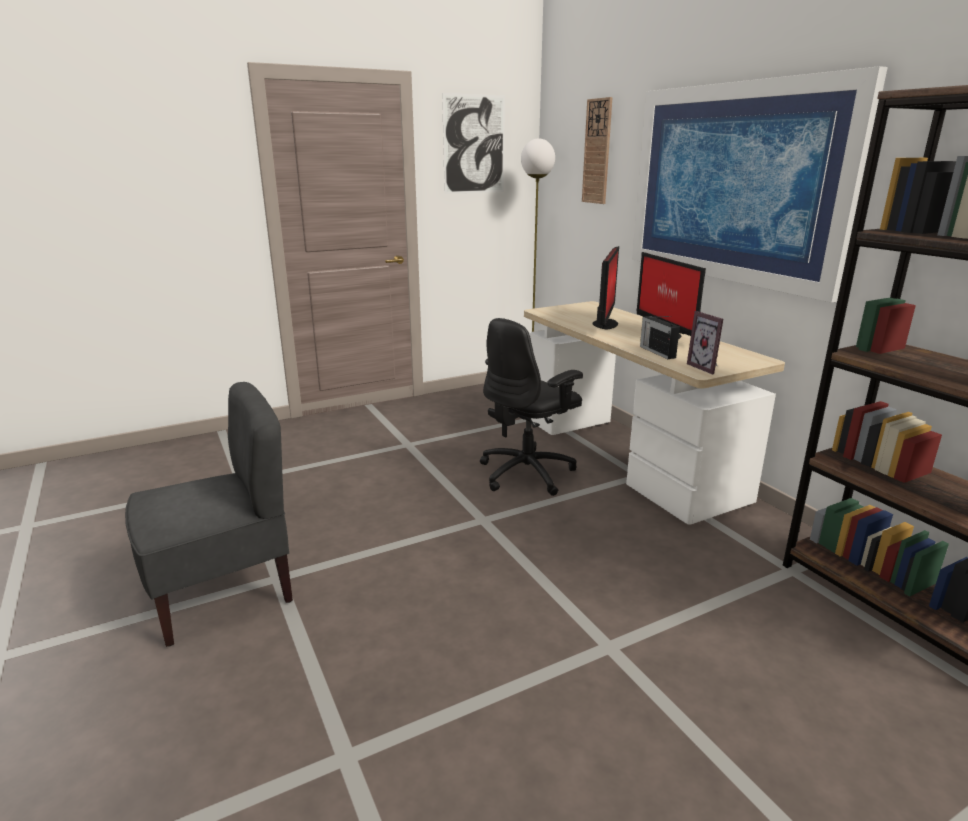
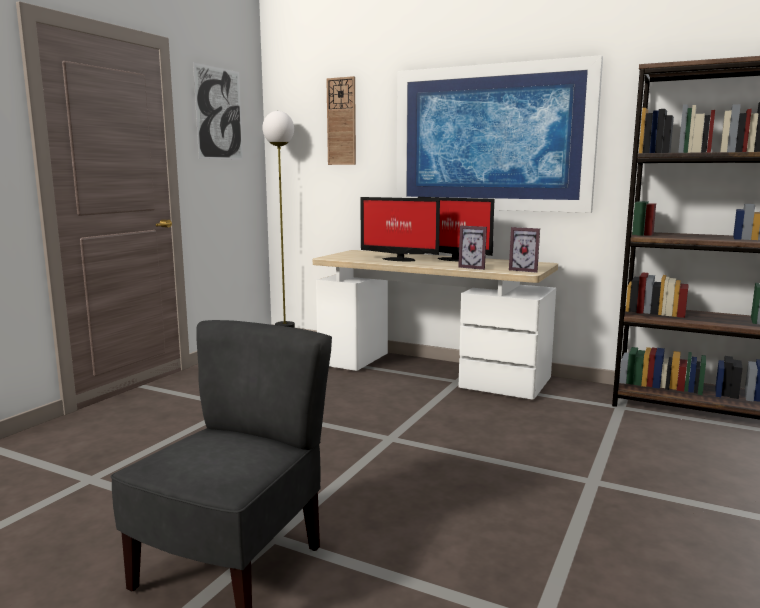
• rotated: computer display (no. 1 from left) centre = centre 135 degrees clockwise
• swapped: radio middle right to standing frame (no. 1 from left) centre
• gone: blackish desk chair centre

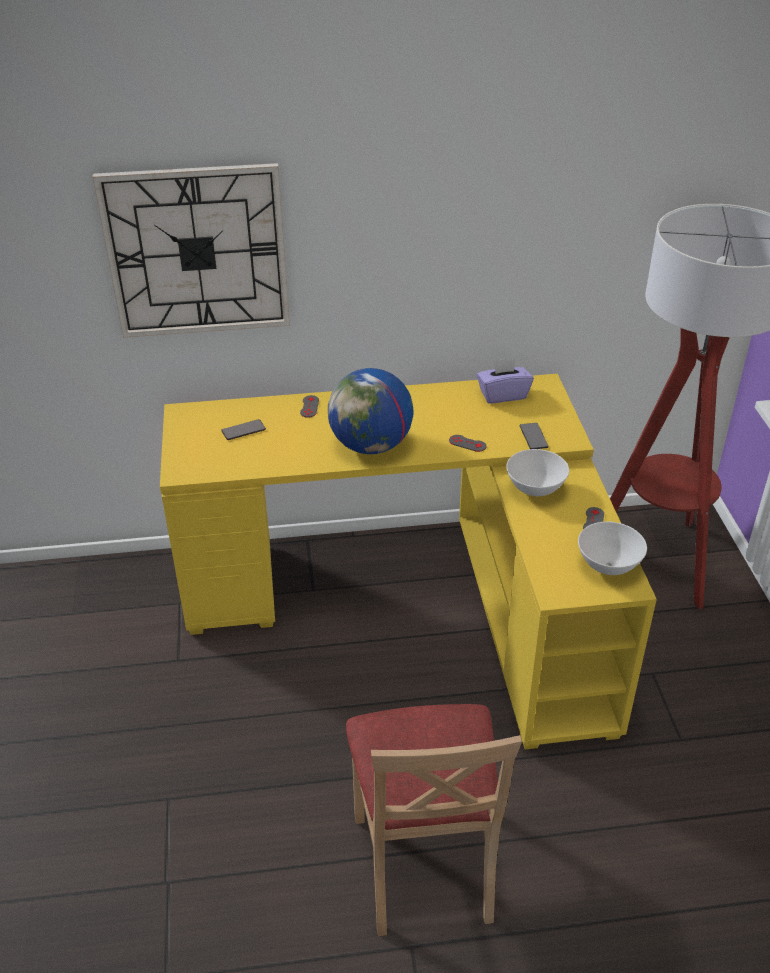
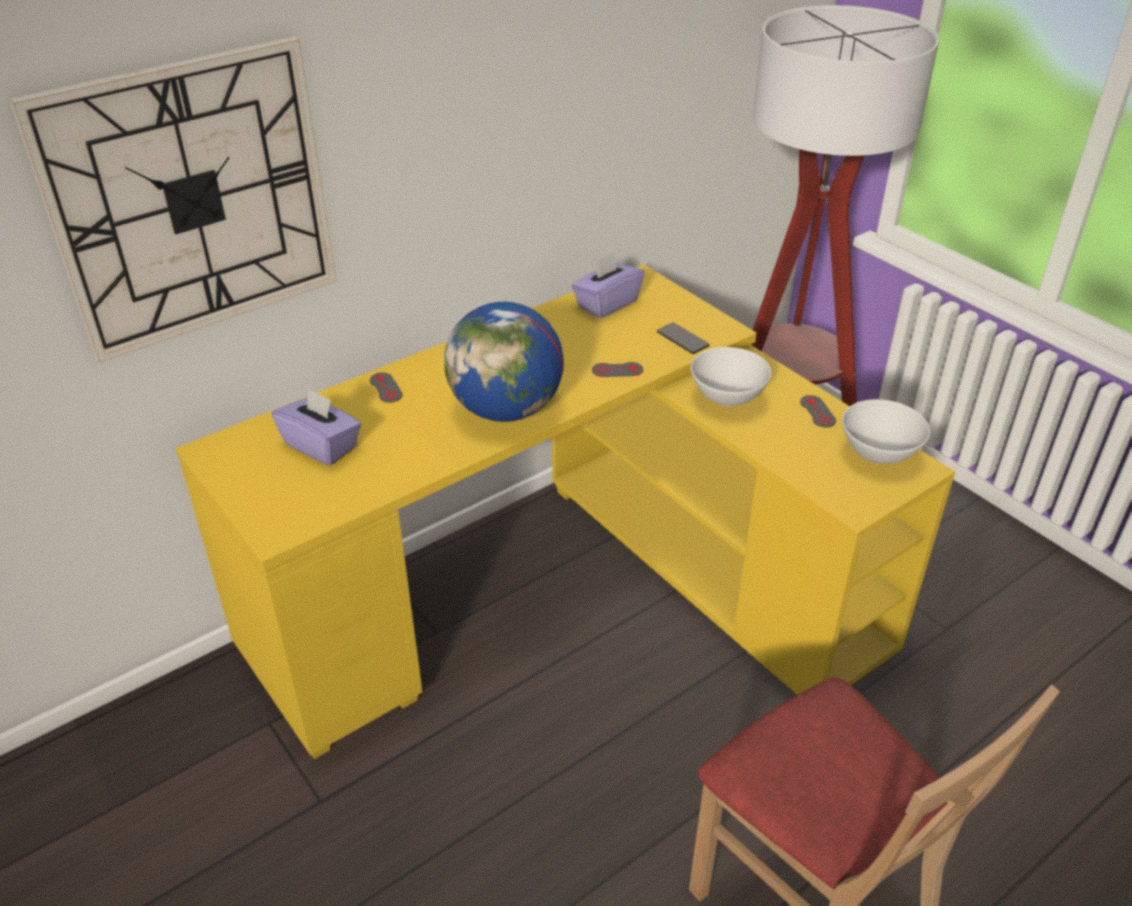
• swapped: handset (no. 1 from left) middle left to purple tissue holder (no. 1 from left) middle left

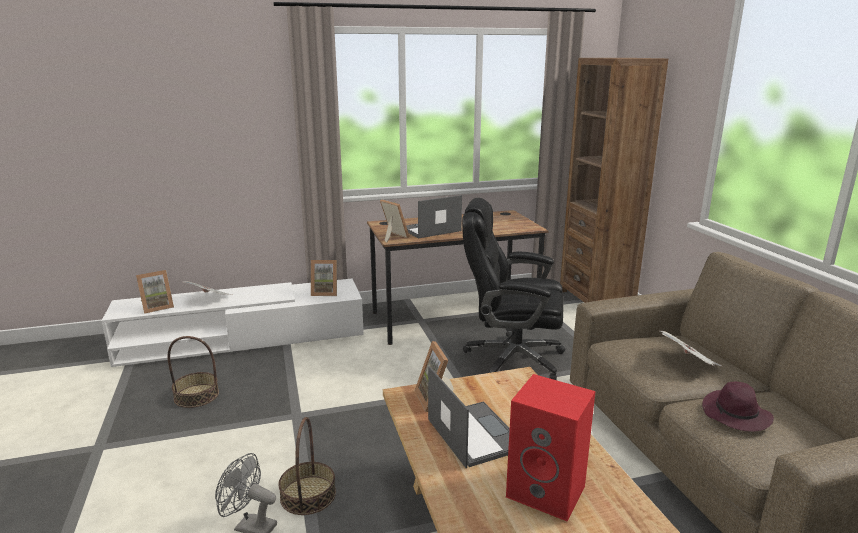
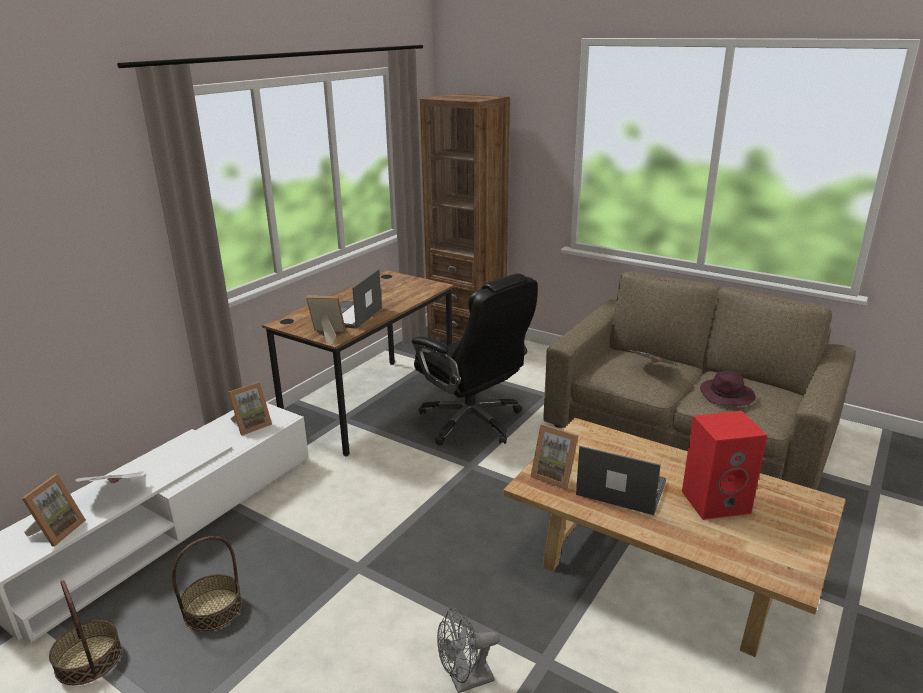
• shifted: storage basket (no. 2 from left in the first image) bottom centre to storage basket (no. 1 from left) bottom left
• rotated: blackish desk chair centre = centre 105 degrees counterclockwise

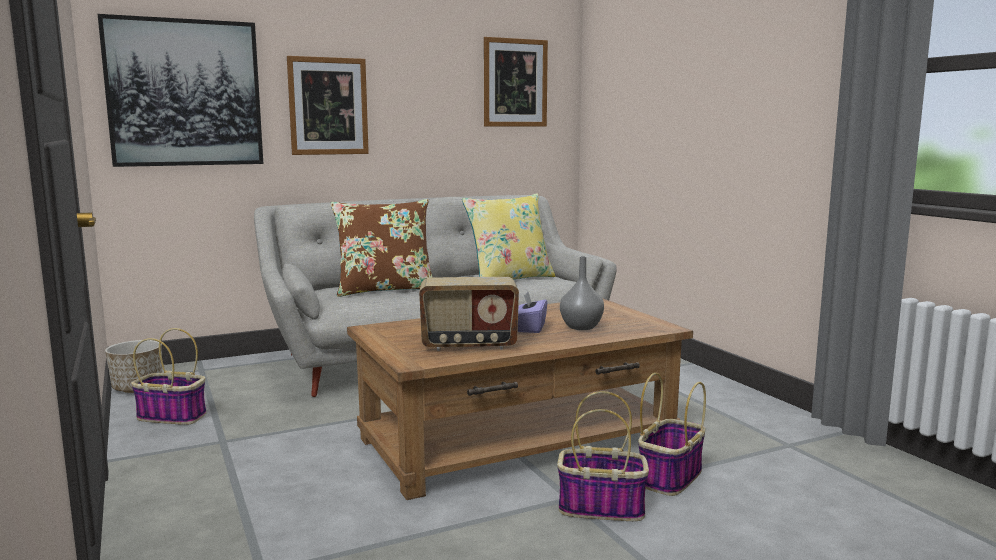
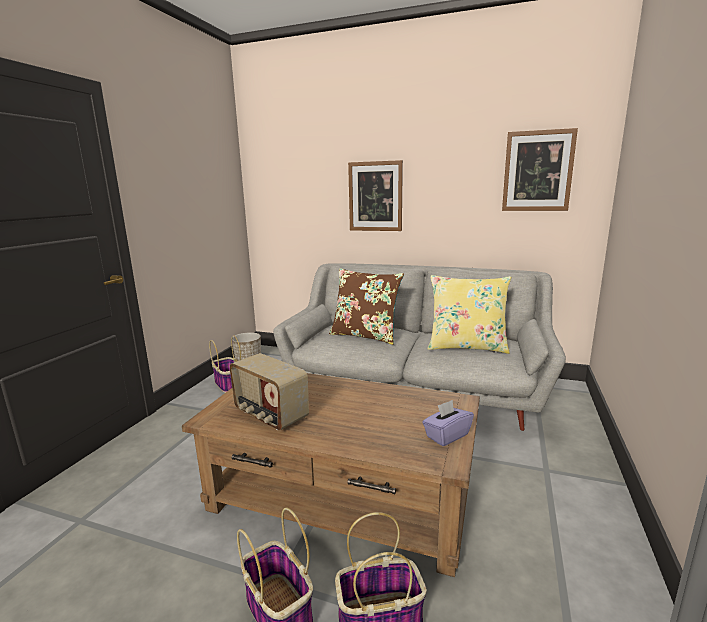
• shifted: purple tissue holder centre to bottom centre
• gone: picture (no. 1 from left) top left
• gone: greyish decorative vase centre

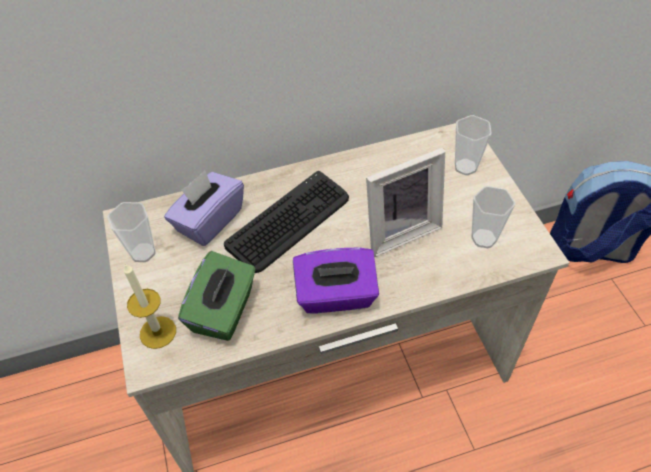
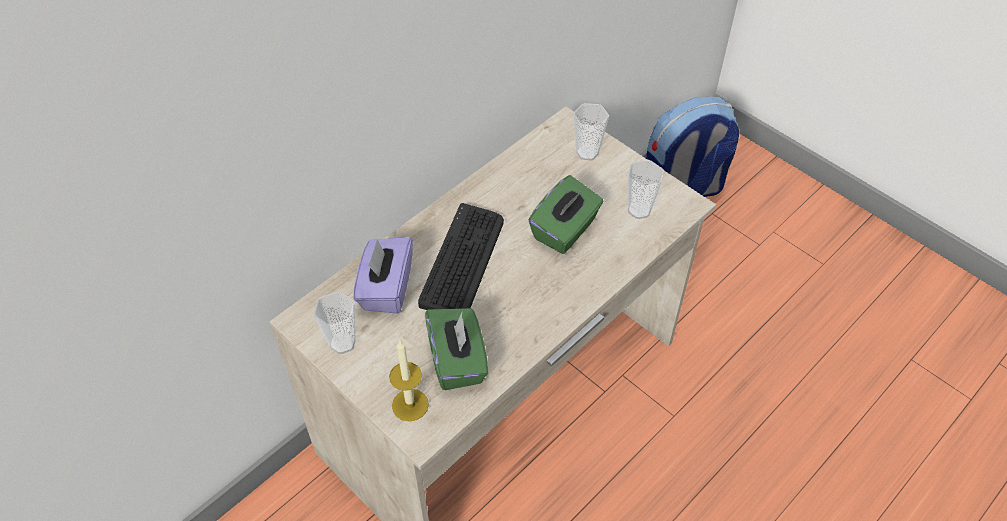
• swapped: standing frame centre to green-coloured tissue holder (no. 2 from left) centre
• gone: purple tissue holder (no. 2 from left) centre

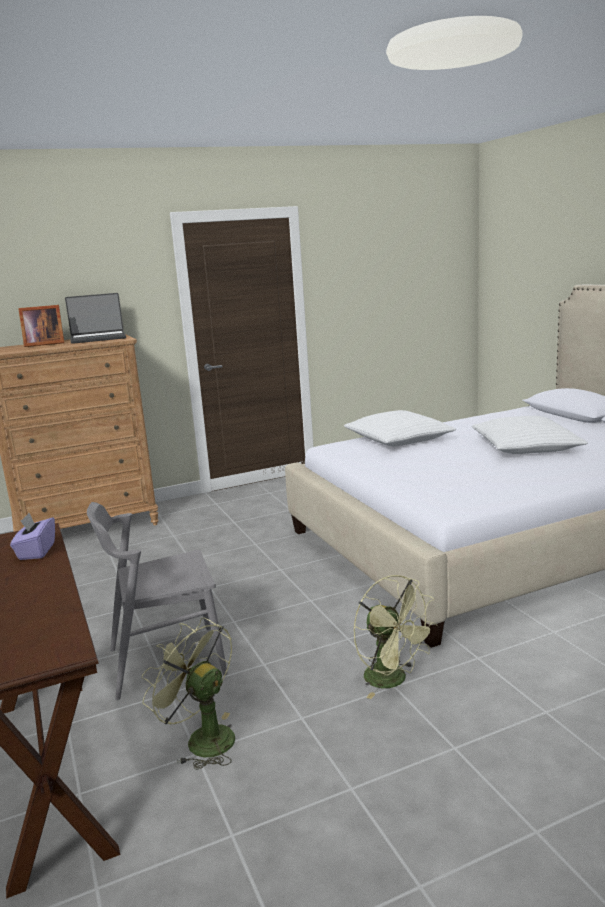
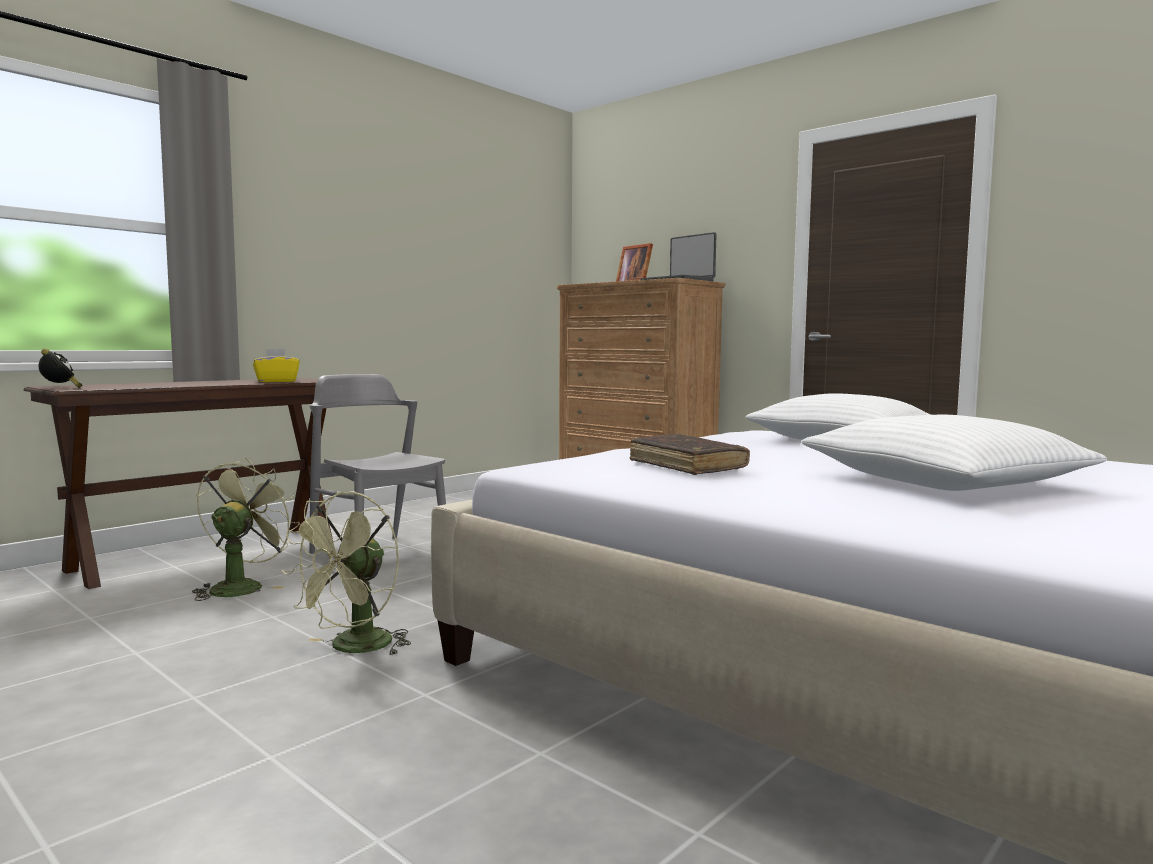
• new: table clock middle left
• repainted: purple tissue holder middle left to yellow-coloured tissue holder middle left
• new: brownish bound book centre

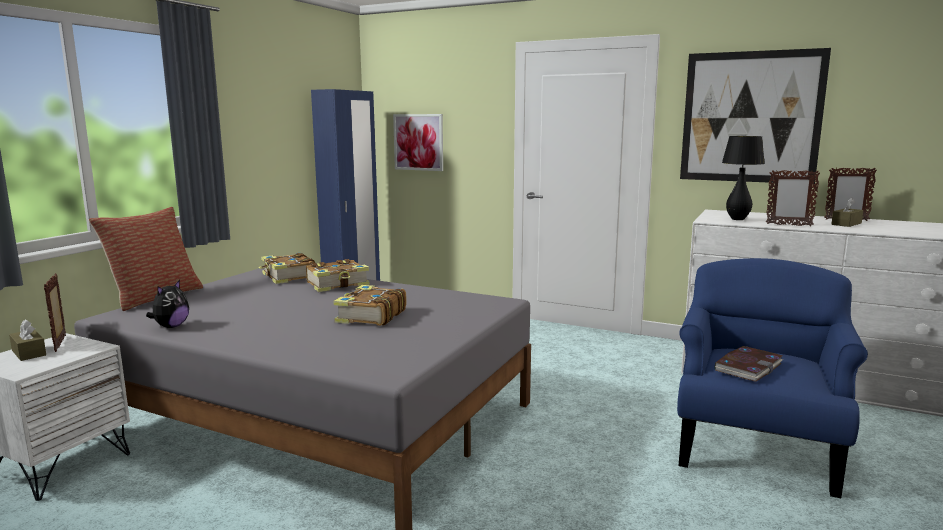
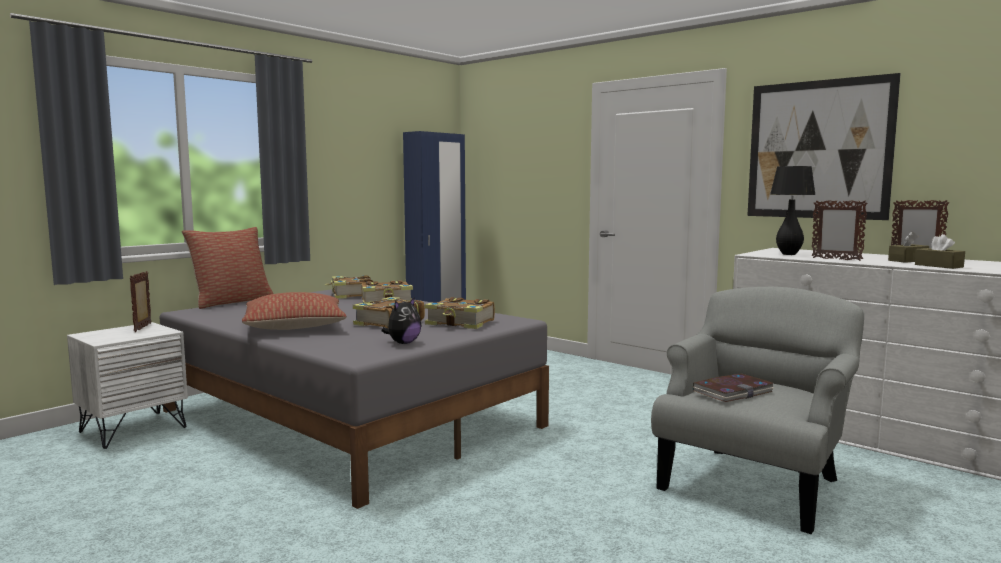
• new: cushion (no. 2 from left) middle left
• shifted: plush toy middle left to centre
• new: bound book (no. 4 from left) centre
• repainted: blue easy chair bottom right to greyish easy chair bottom right
• shifted: brownish tissue holder (no. 1 from left in the first image) middle left to brownish tissue holder (no. 2 from left) middle right
• gone: picture (no. 1 from left) top centre

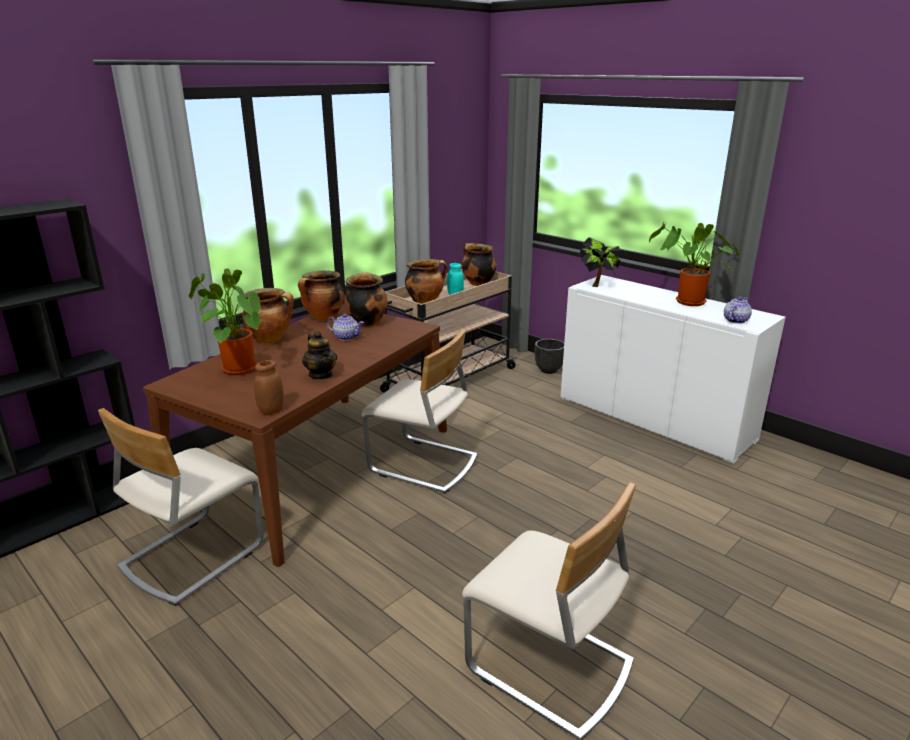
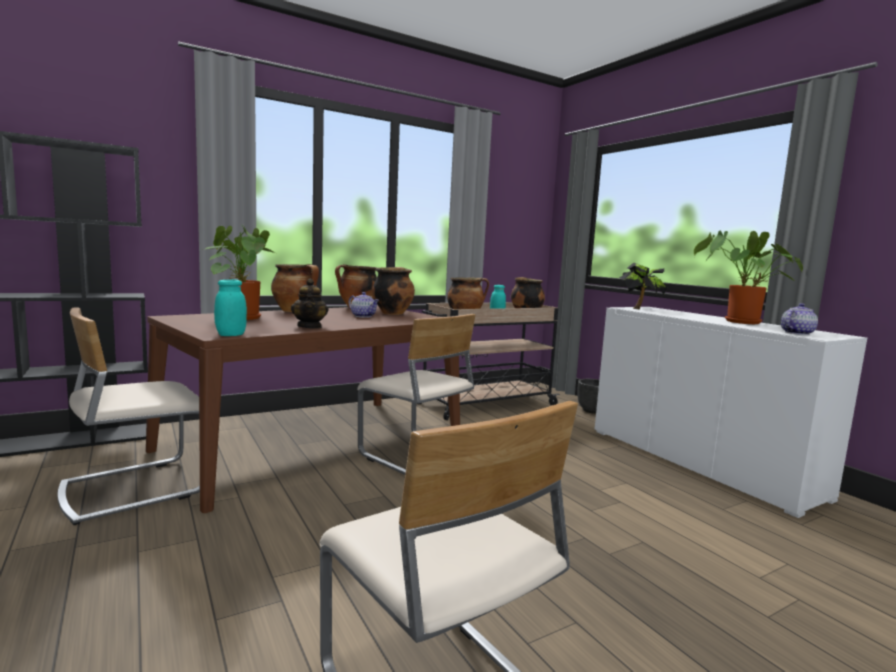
• repainted: brownish storage jar middle left to turquoise storage jar (no. 1 from left) middle left

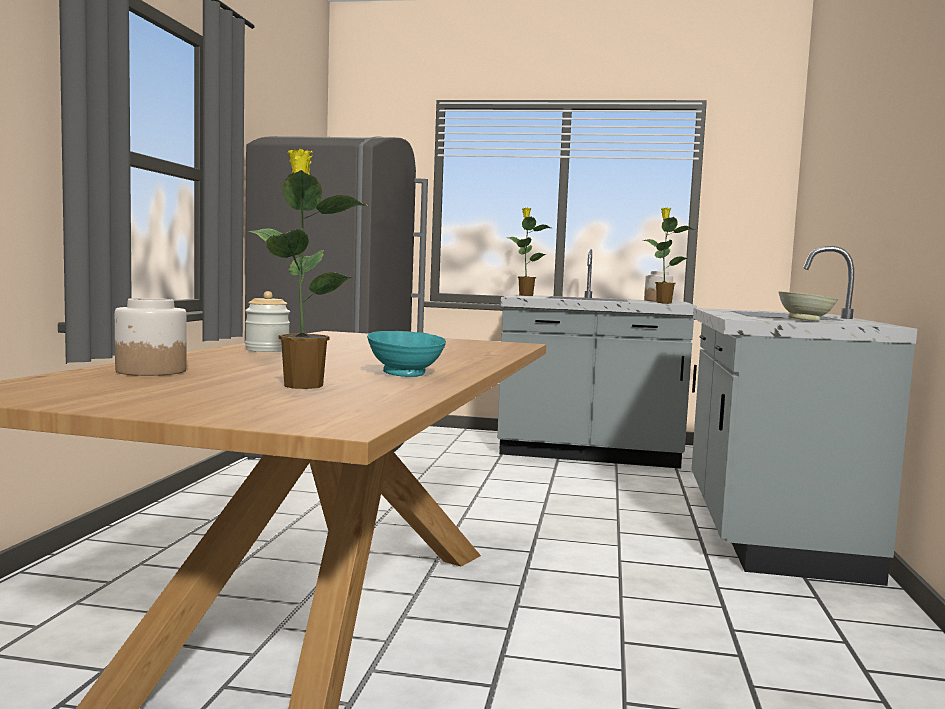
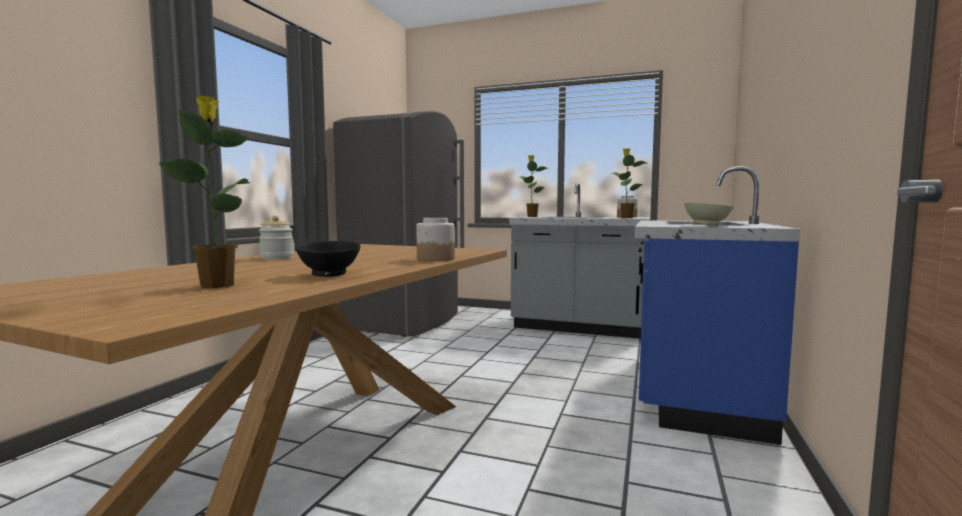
• repainted: turquoise deep dish centre to blackish deep dish centre
• shifted: storage jar (no. 1 from left in the first image) middle left to storage jar (no. 2 from left) centre
• repainted: greyish kitchen base unit (no. 2 from left) middle right to blue kitchen base unit middle right

